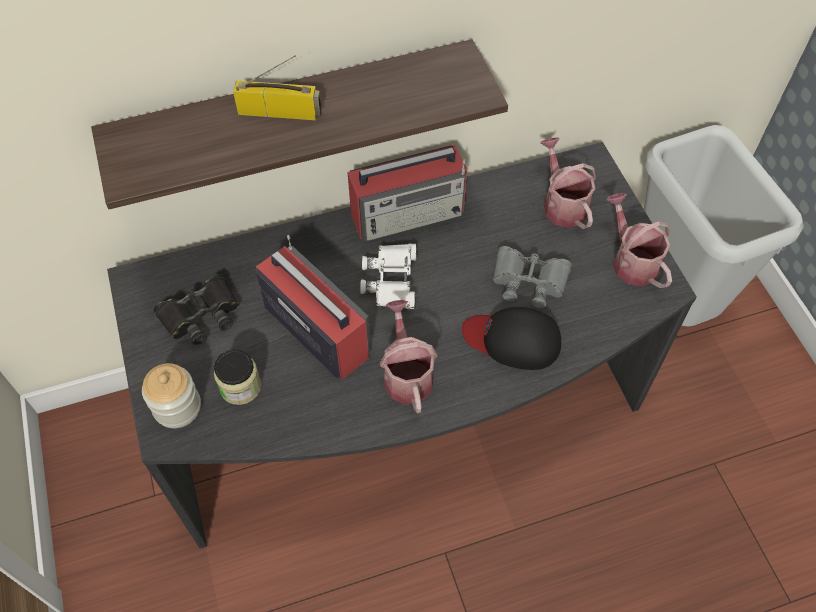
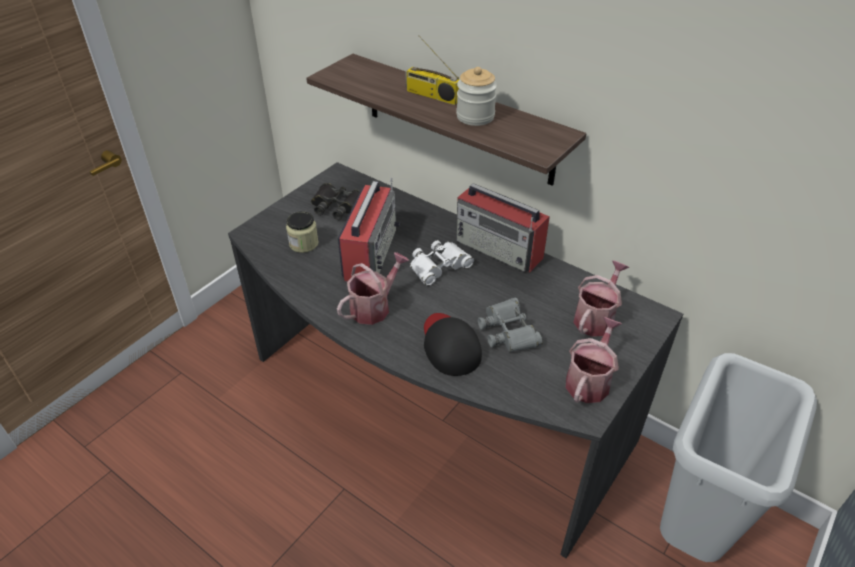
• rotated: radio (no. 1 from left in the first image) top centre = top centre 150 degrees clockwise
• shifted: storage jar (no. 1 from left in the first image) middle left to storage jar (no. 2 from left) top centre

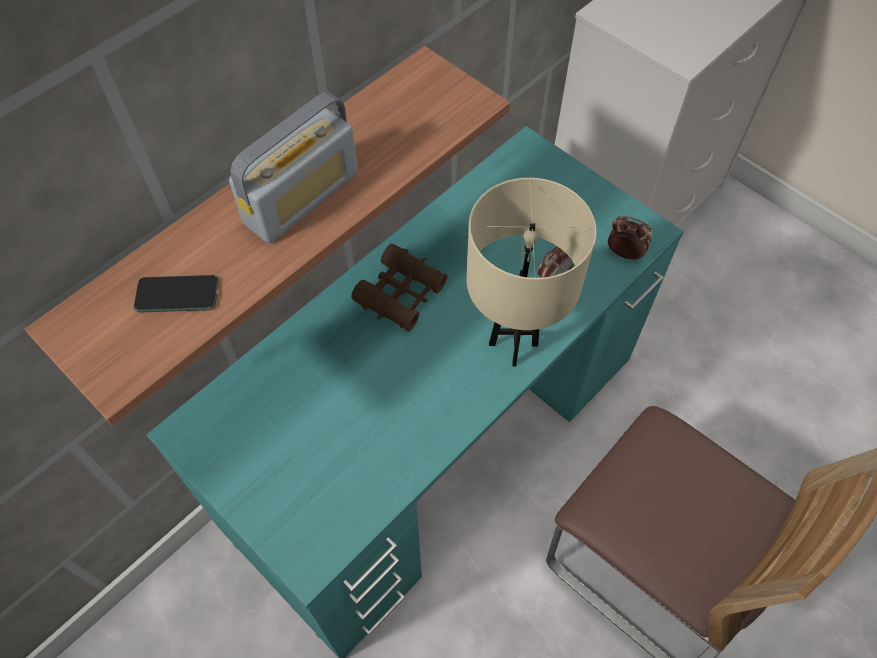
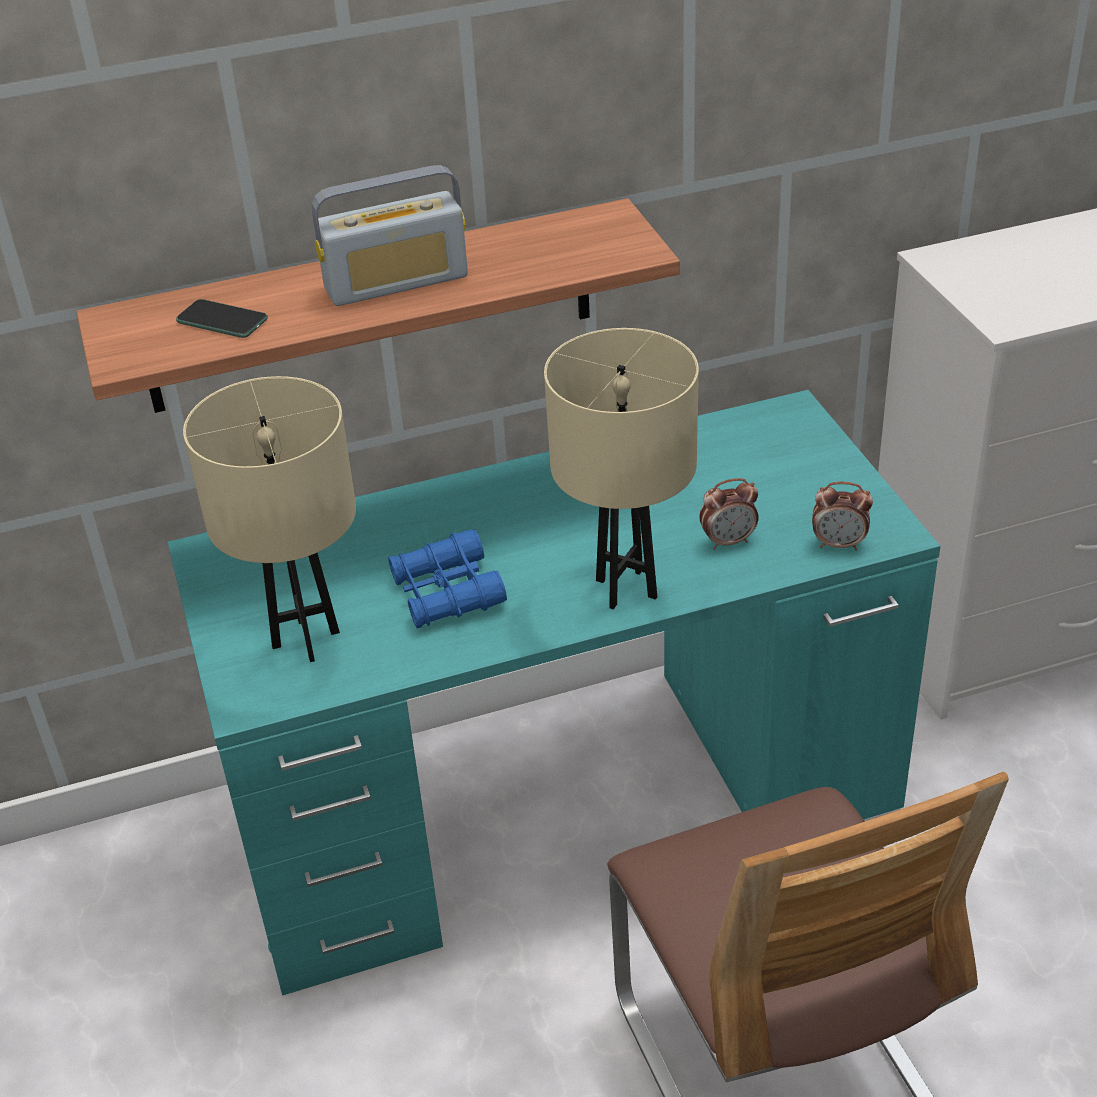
• new: beige-coloured lamp for a table (no. 1 from left) middle left
• new: blue binoculars centre
• rotated: table clock (no. 2 from left) middle right = middle right 135 degrees clockwise
• gone: brownish binoculars centre

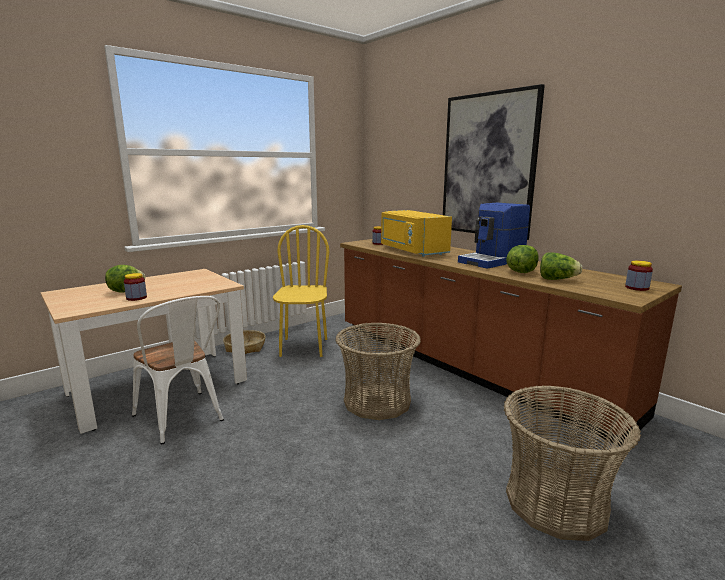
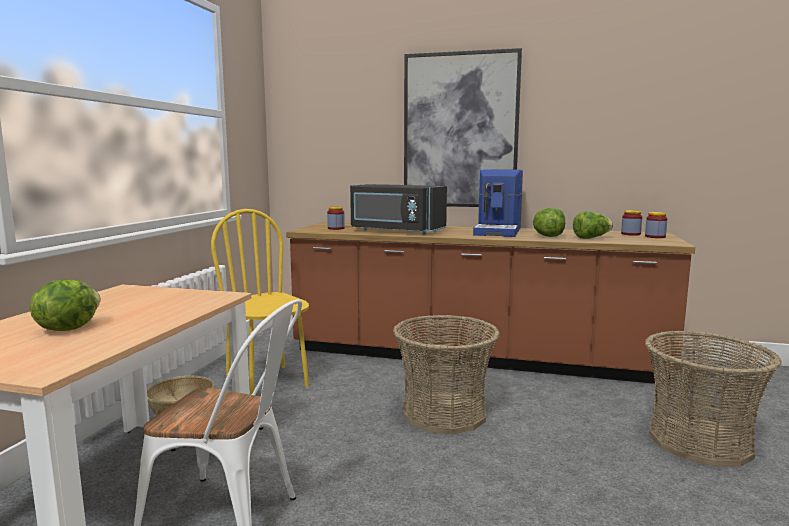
• repainted: yellow-coloured microwave centre to blackish microwave centre
• shifted: storage jar (no. 1 from left in the first image) middle left to storage jar (no. 2 from left) middle right

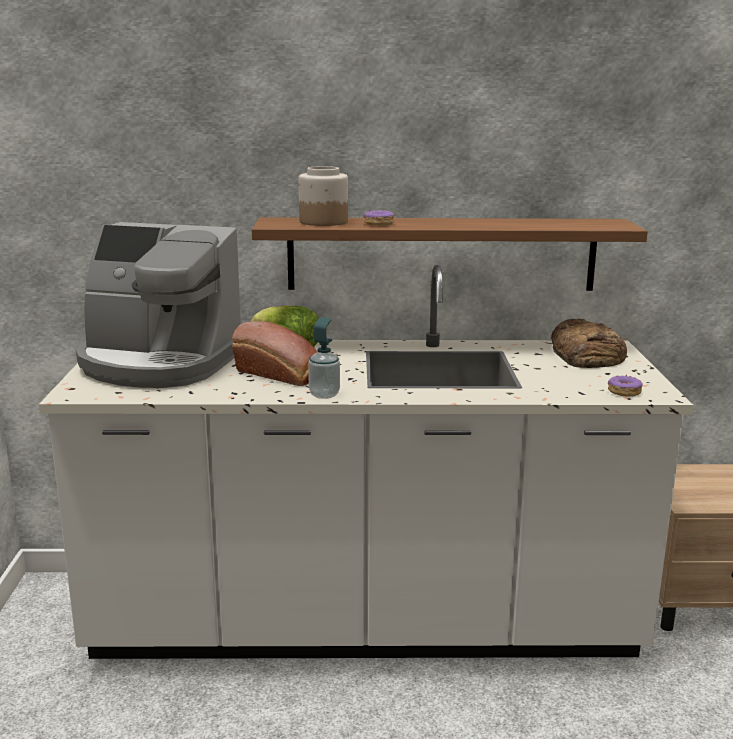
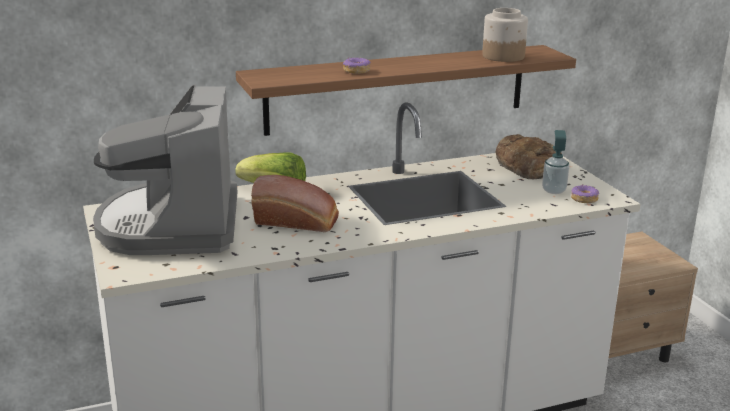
• rotated: coffee brewer middle left = middle left 90 degrees clockwise
• shifted: storage jar top centre to top right
• shifted: soap dispenser centre to middle right

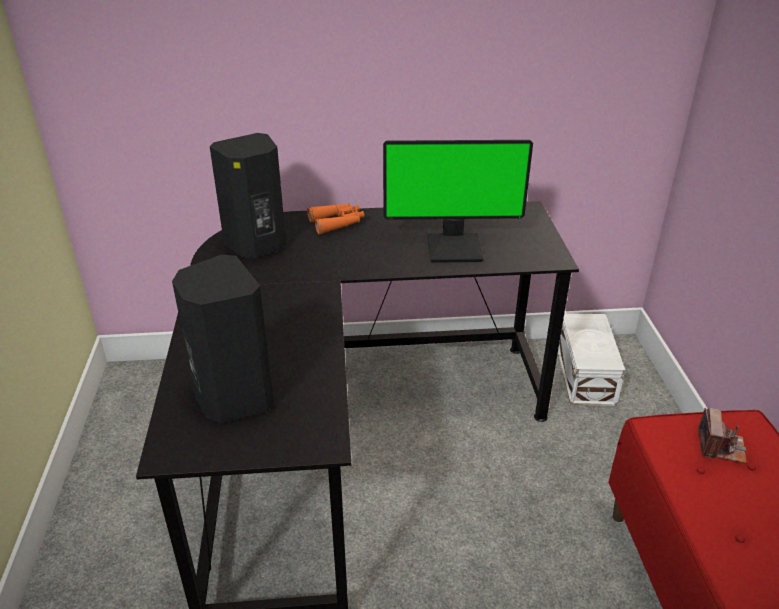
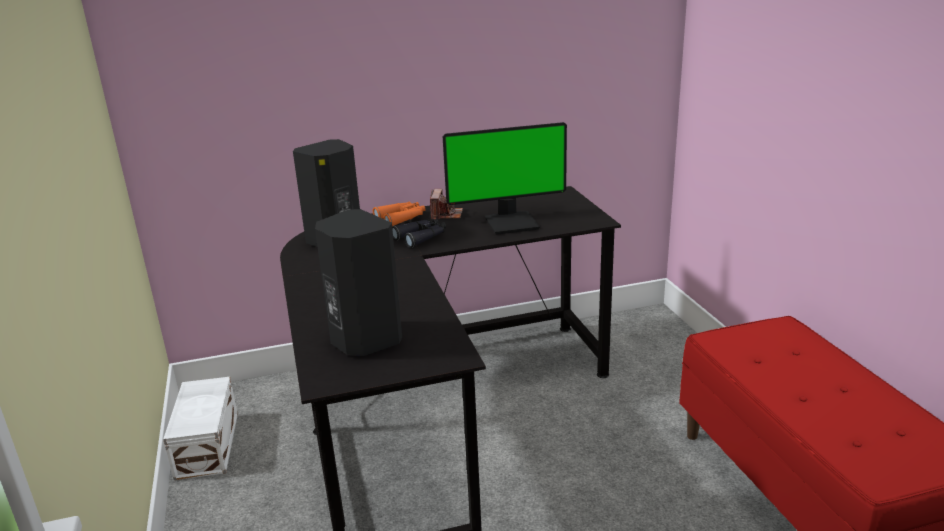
• shifted: whitish storage bin middle right to bottom left
• new: blackish binoculars centre
• shifted: photo camera bottom right to centre

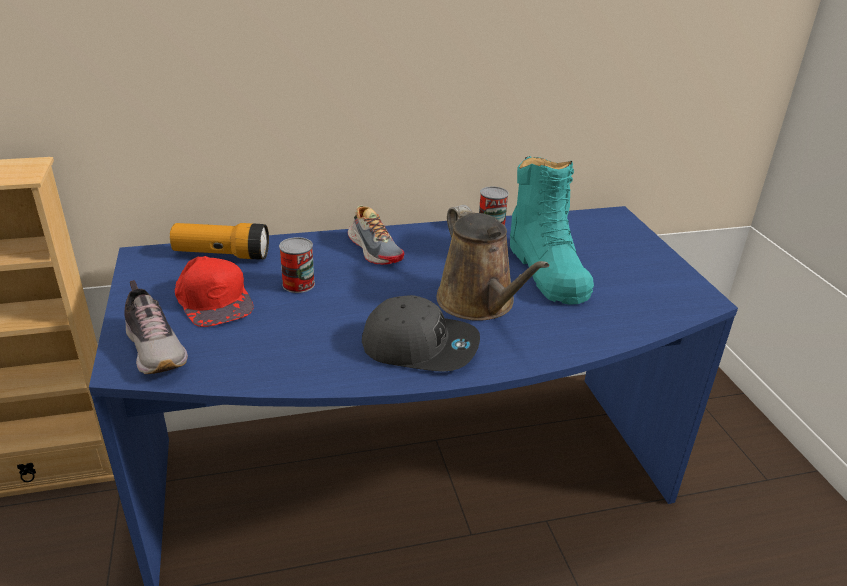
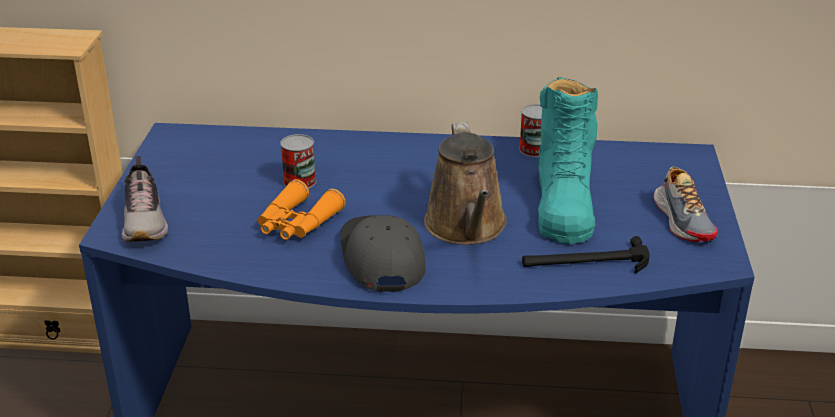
• new: orange-coloured binoculars centre
• rotated: greyish cap centre = centre 135 degrees counterclockwise
• new: tool hammer middle right
• shifted: low shoe (no. 2 from left) centre to middle right
• gone: hand torch middle left
• gone: red-coloured cap middle left

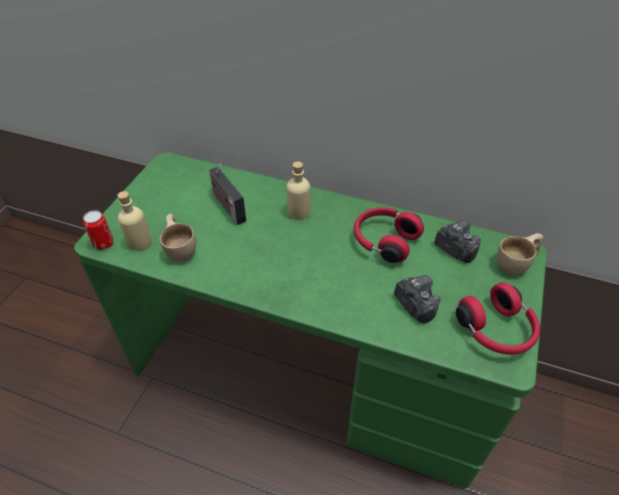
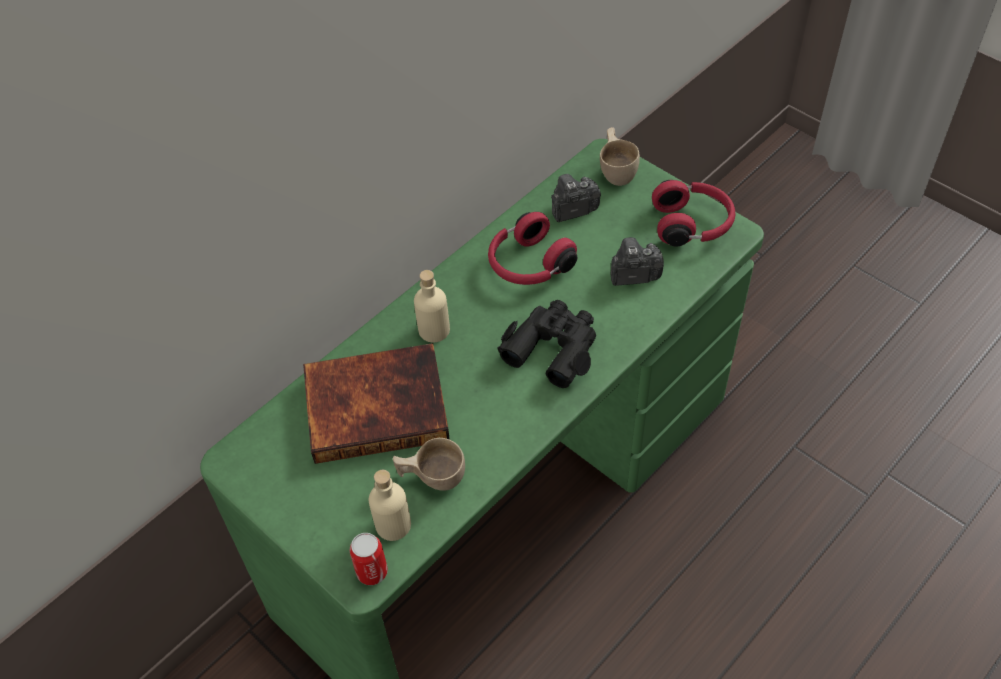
• swapped: radio centre to bound book centre
• new: blackish binoculars centre

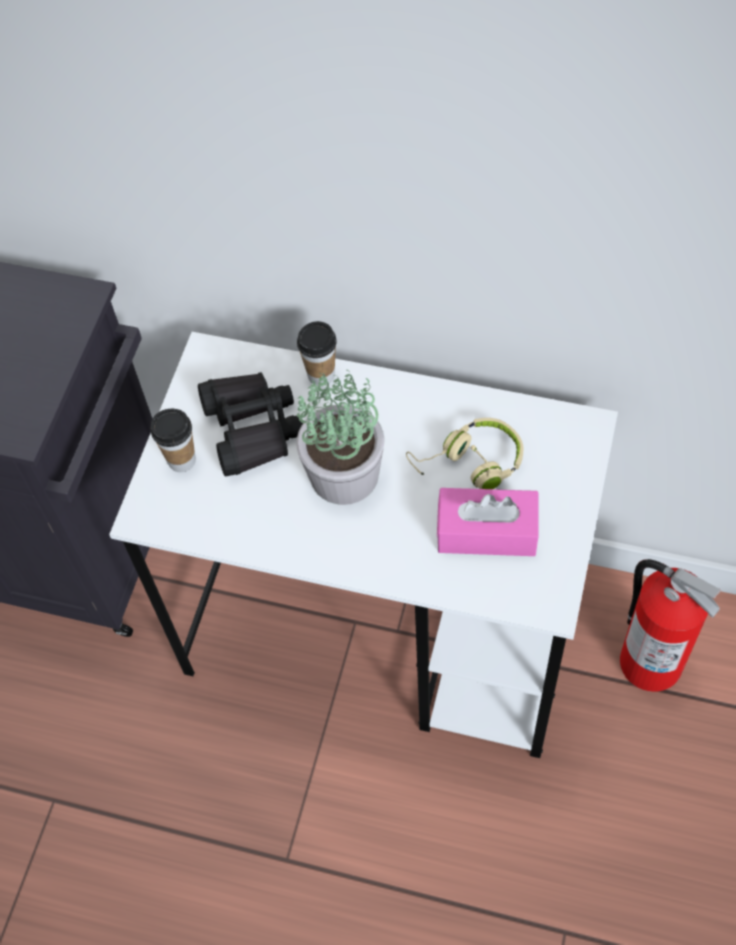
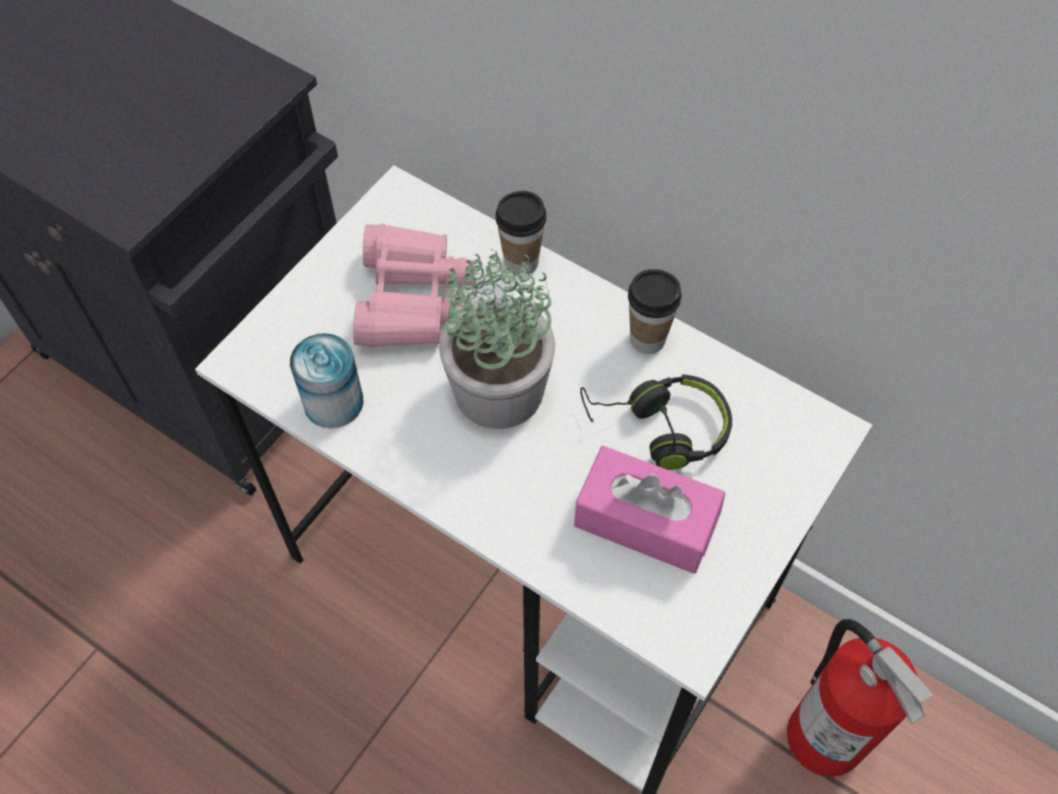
• new: sealed can middle left
• repainted: blackish binoculars centre to pinkish binoculars centre
• repainted: beige-coloured pair of headphones centre to blackish pair of headphones centre
• shifted: cup (no. 1 from left in the first image) middle left to cup (no. 2 from left) centre

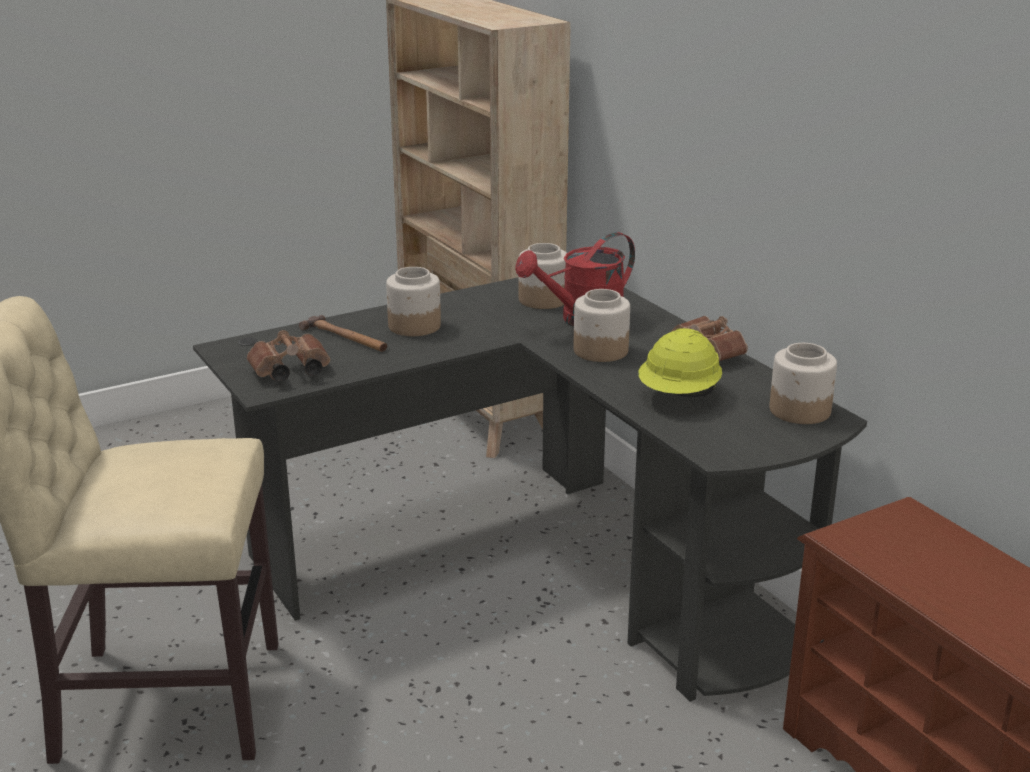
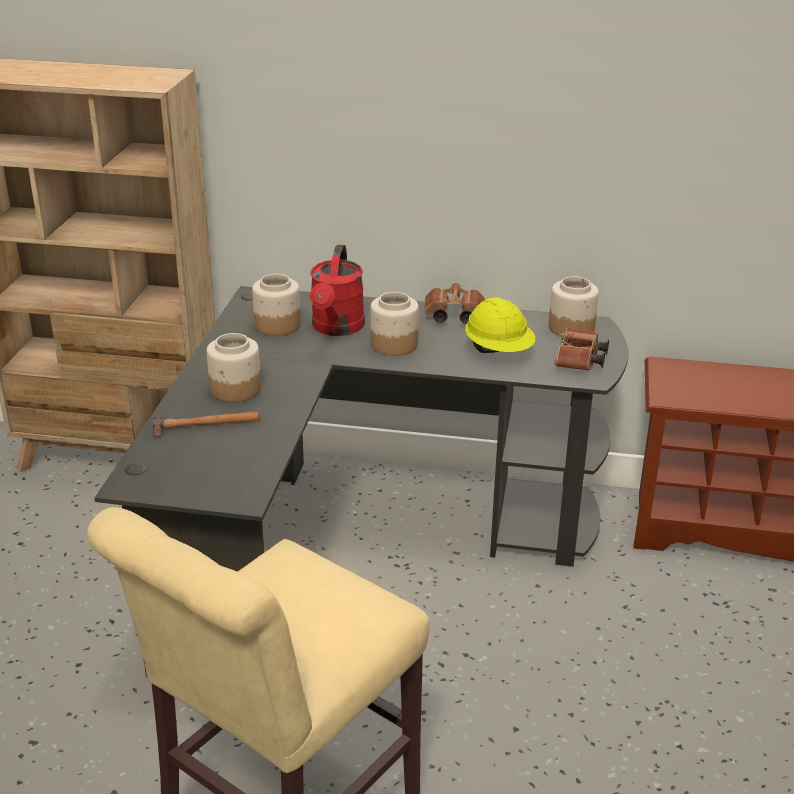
• shifted: brownish binoculars (no. 1 from left in the first image) middle left to brownish binoculars (no. 2 from left) middle right

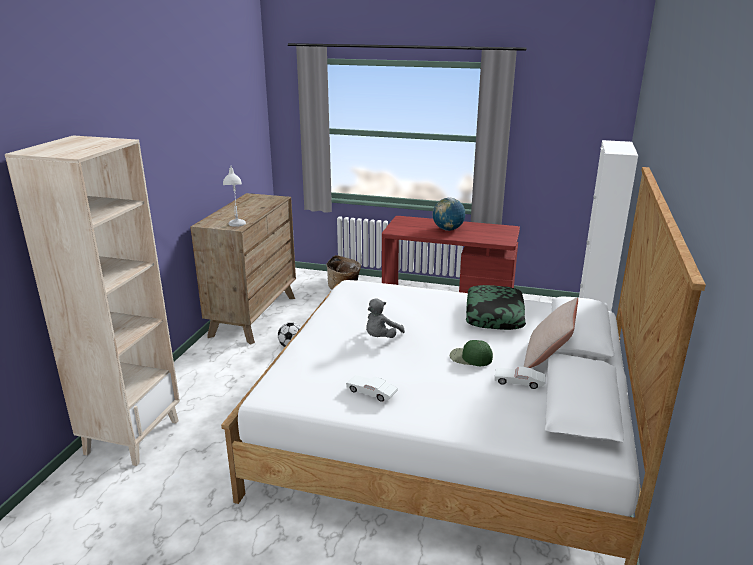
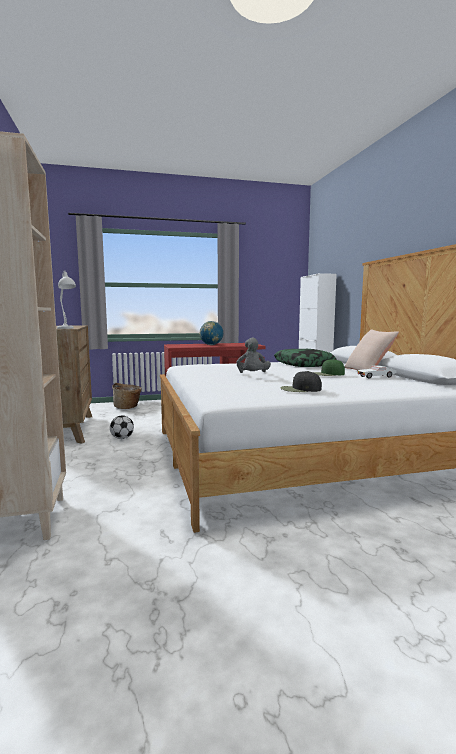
• swapped: whitish model car (no. 1 from left) bottom centre to blackish cap centre

